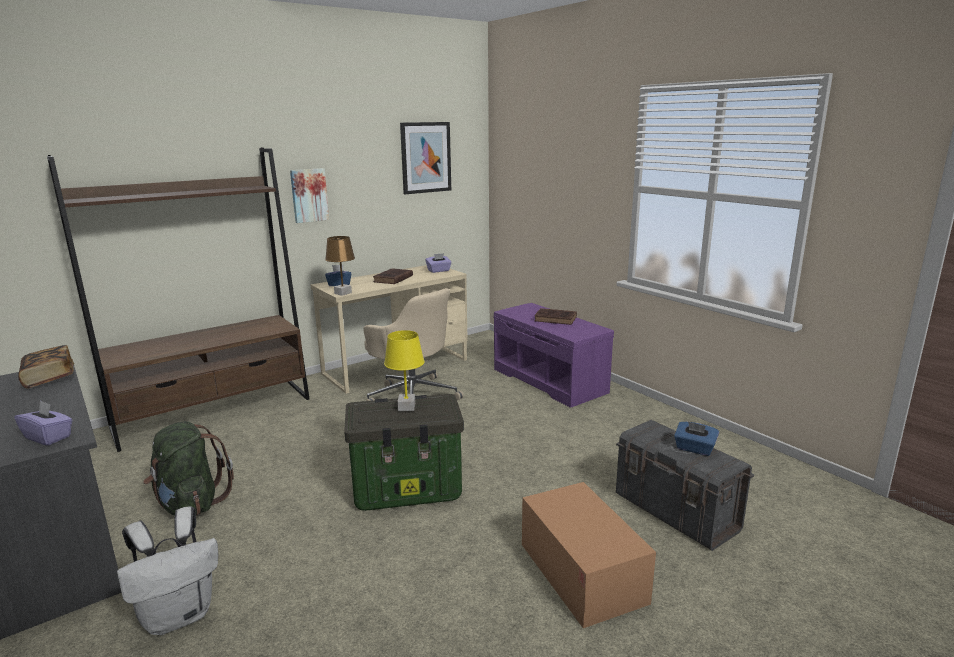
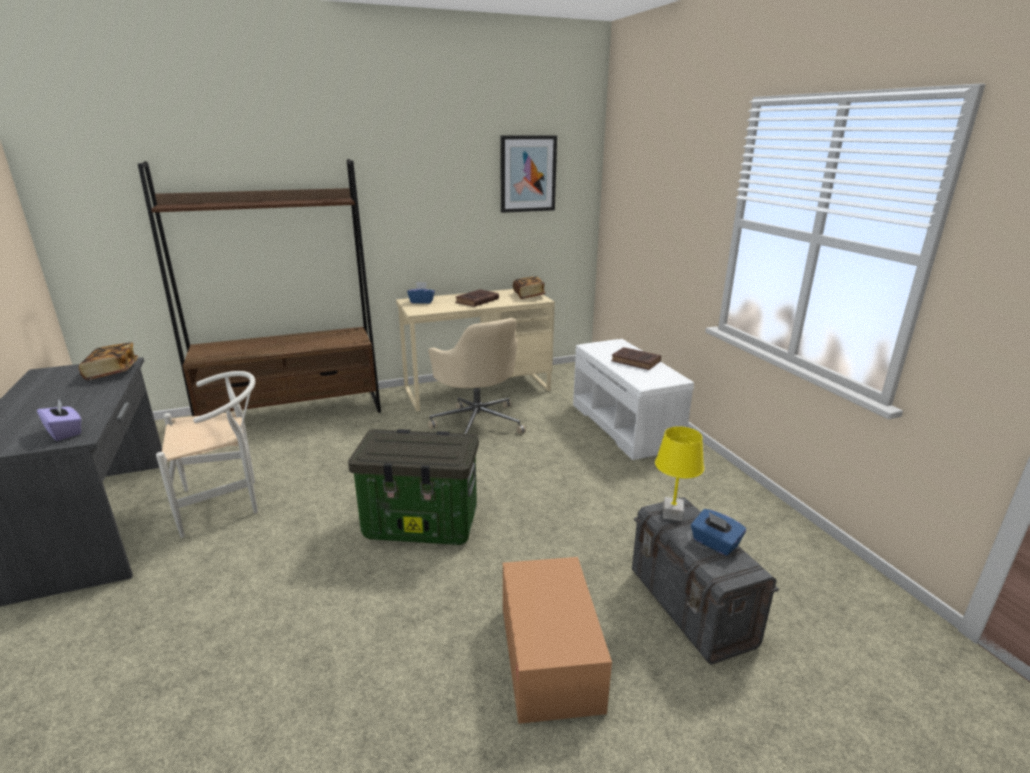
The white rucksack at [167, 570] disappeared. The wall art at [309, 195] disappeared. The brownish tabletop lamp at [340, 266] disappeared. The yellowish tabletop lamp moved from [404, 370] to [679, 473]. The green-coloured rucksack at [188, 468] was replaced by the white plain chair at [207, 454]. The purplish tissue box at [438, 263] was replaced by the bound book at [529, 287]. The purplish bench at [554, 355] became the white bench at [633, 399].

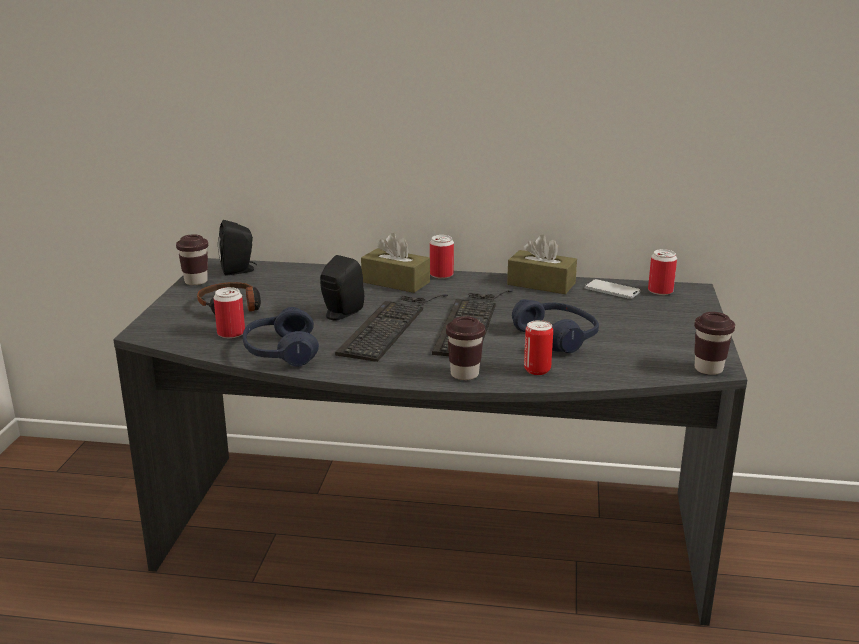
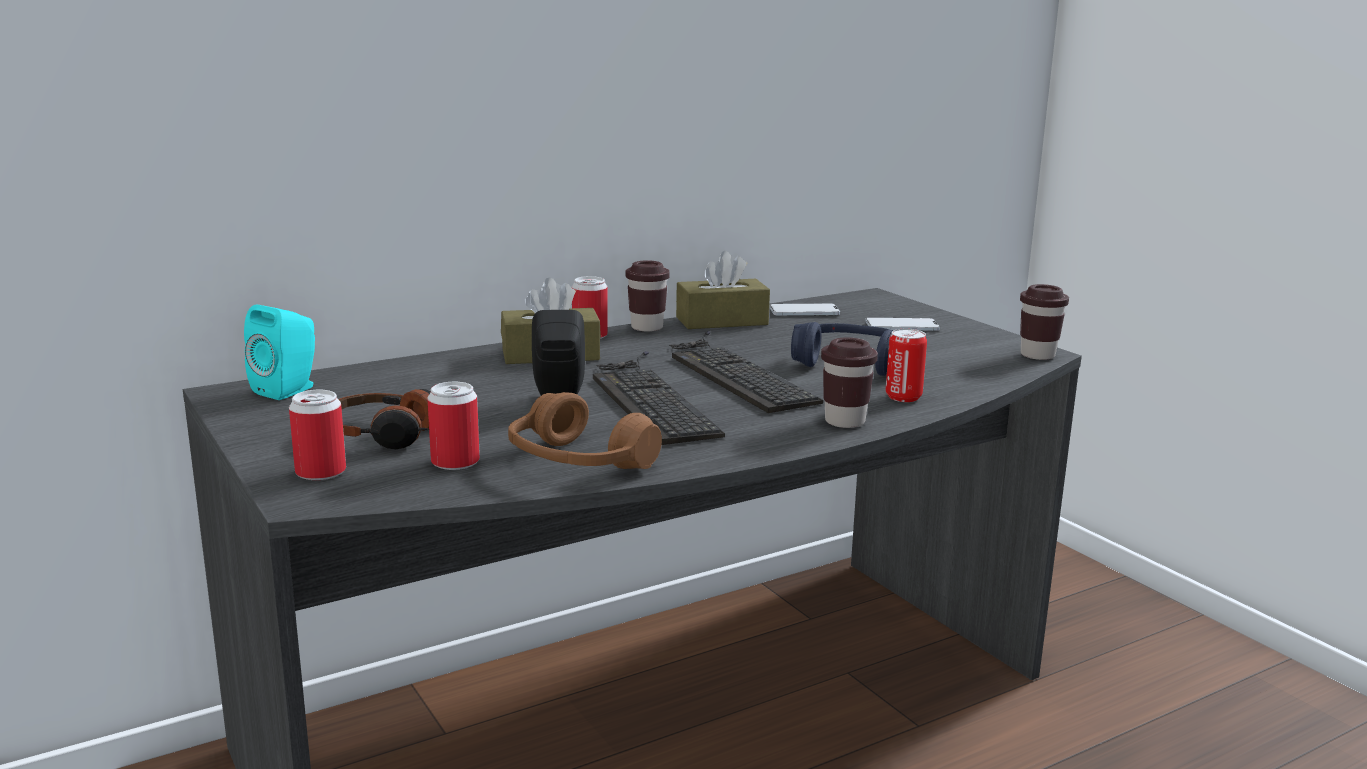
The handset at [902, 324] appeared. The brownish drinking cup moved from [192, 259] to [647, 296]. The metal can moved from [662, 272] to [317, 435]. The black speaker at [237, 248] became the blue-green speaker at [279, 352]. The blue headset at [281, 337] became the brownish headset at [585, 430].

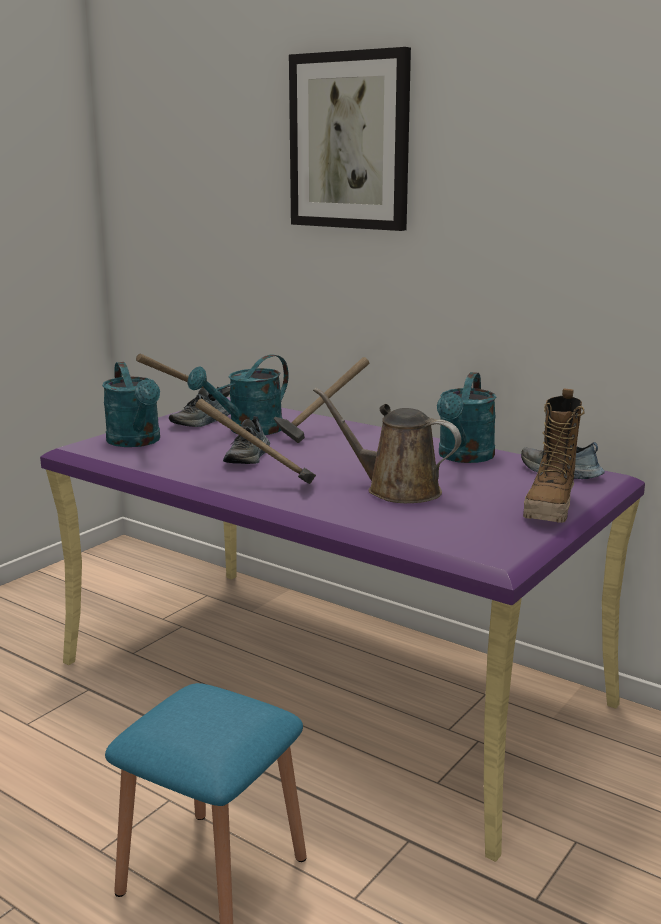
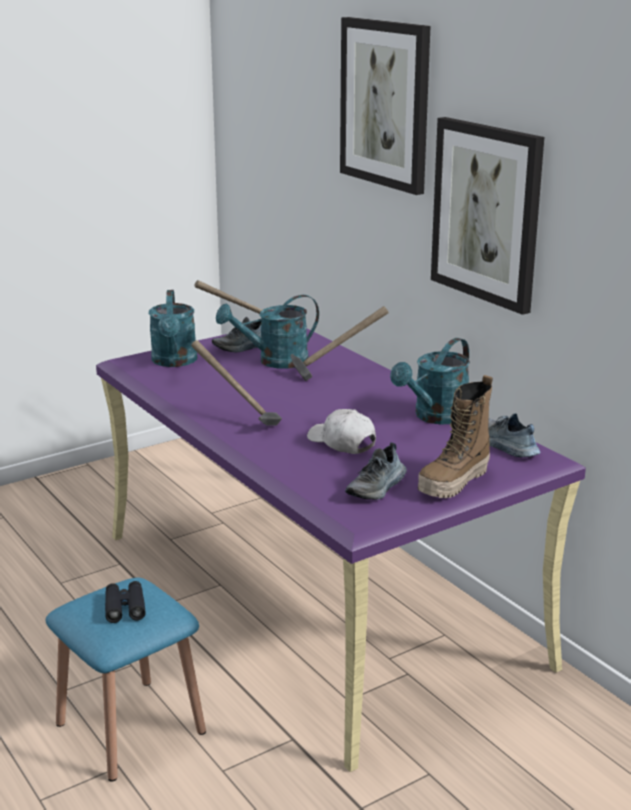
The black binoculars at [125, 602] appeared. The wall art at [487, 216] appeared. The shoe moved from [246, 440] to [376, 471]. The brownish sprinkling can at [387, 445] was replaced by the white cap at [341, 431].

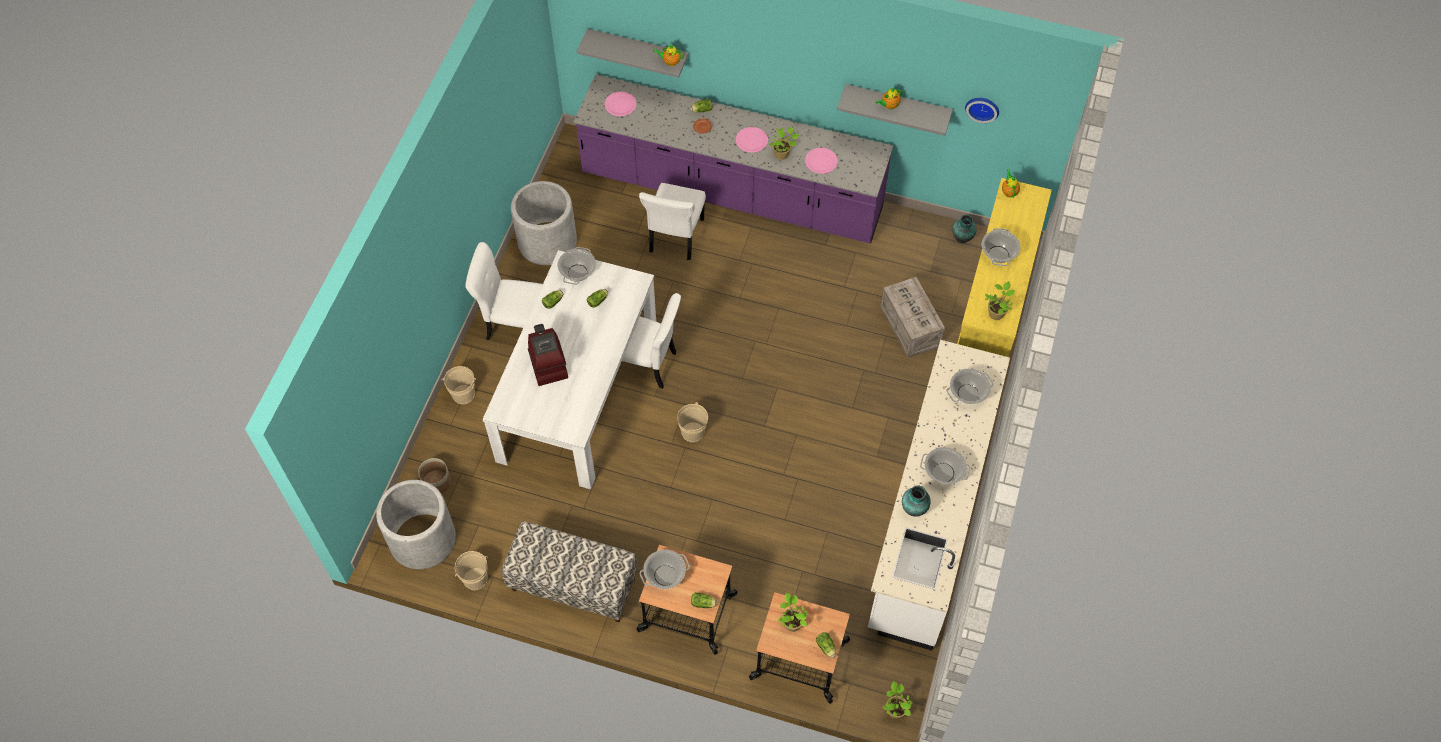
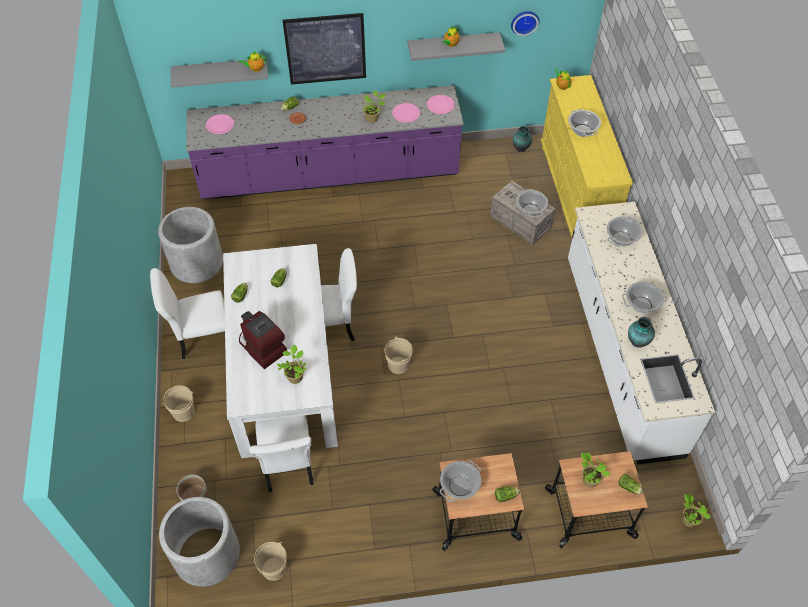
The bench at [569, 571] disappeared. The wall art at [324, 49] appeared. The cooking pot moved from [576, 266] to [532, 203]. The white plain chair moved from [672, 221] to [281, 453]. The pinkish plate moved from [752, 140] to [441, 104]. The houseplant moved from [1000, 300] to [291, 364].

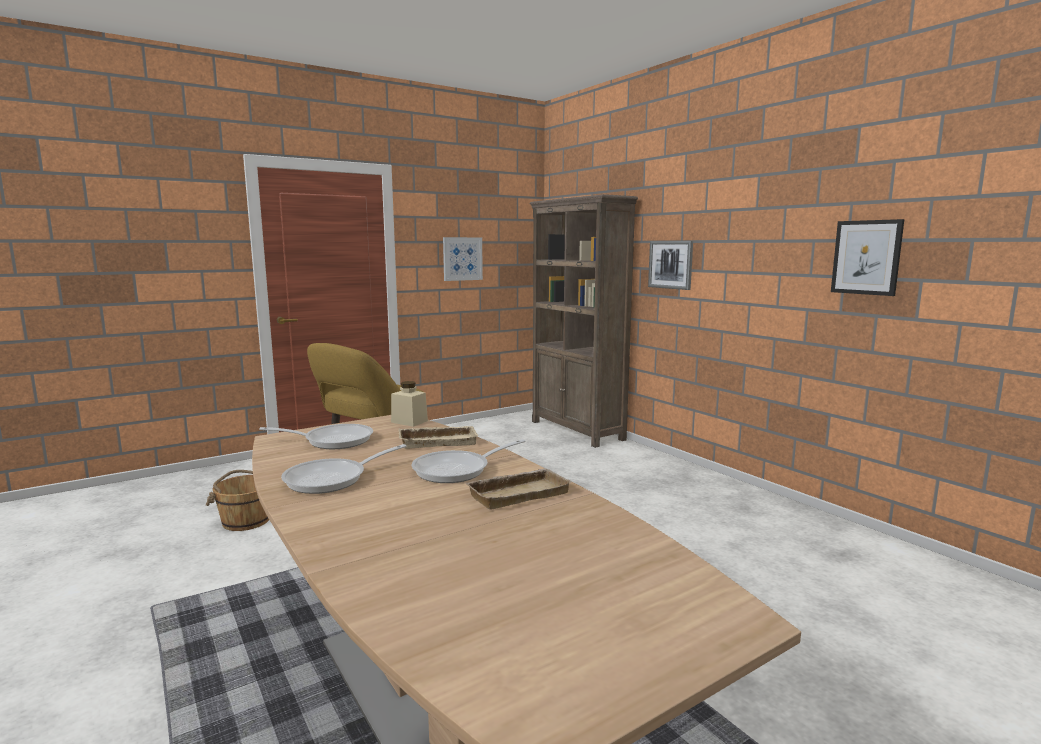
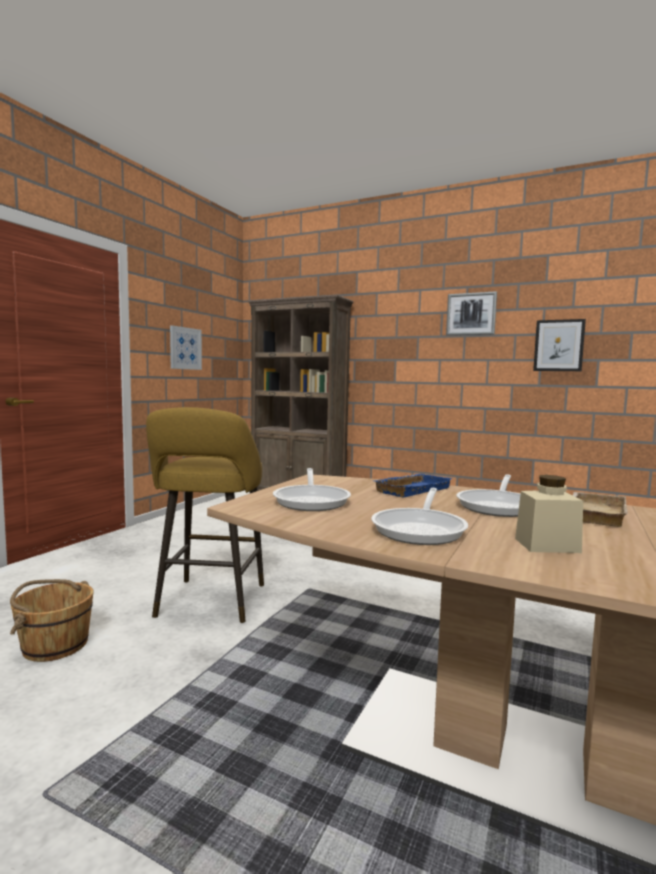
The beige-coloured preserve jar moved from [409, 404] to [549, 514]. The wall art moved from [670, 265] to [471, 313]. The beige-coloured carrying tray at [438, 437] became the blue carrying tray at [412, 485]. The pan at [316, 436] turned 120 degrees clockwise.

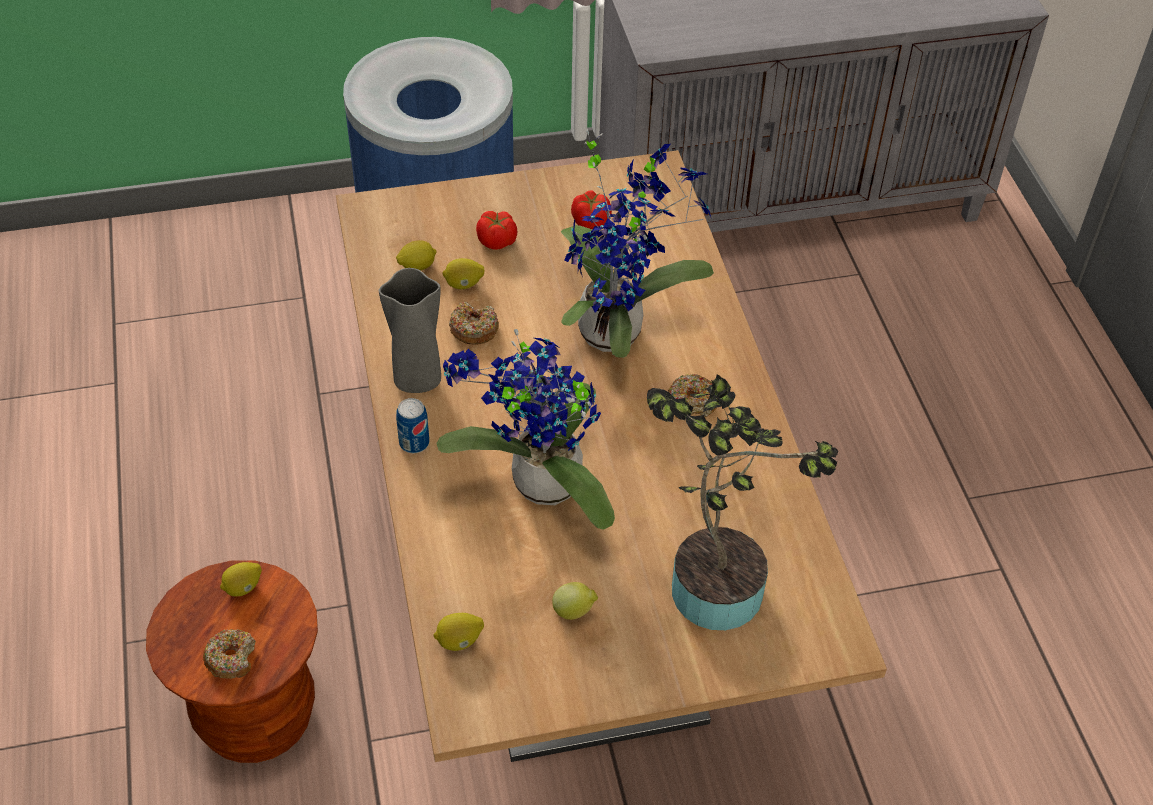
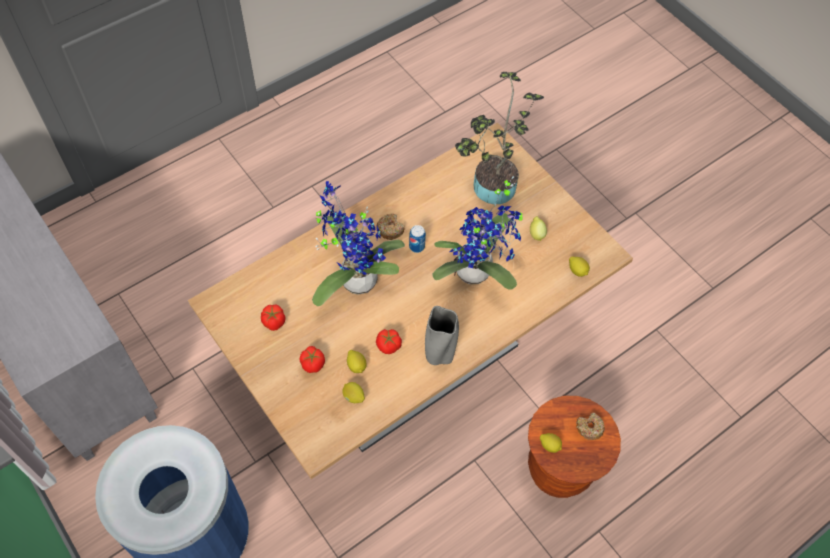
The metal can moved from [412, 425] to [417, 239]. The ring doughnut at [474, 323] was replaced by the fresh tomato at [389, 341].

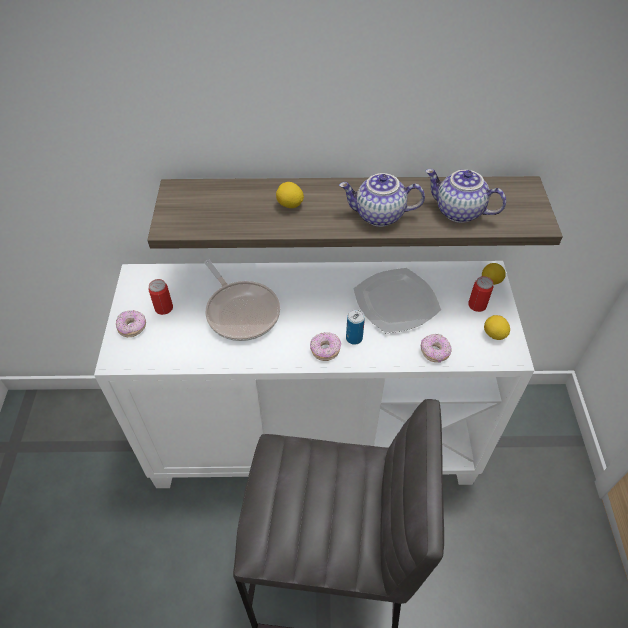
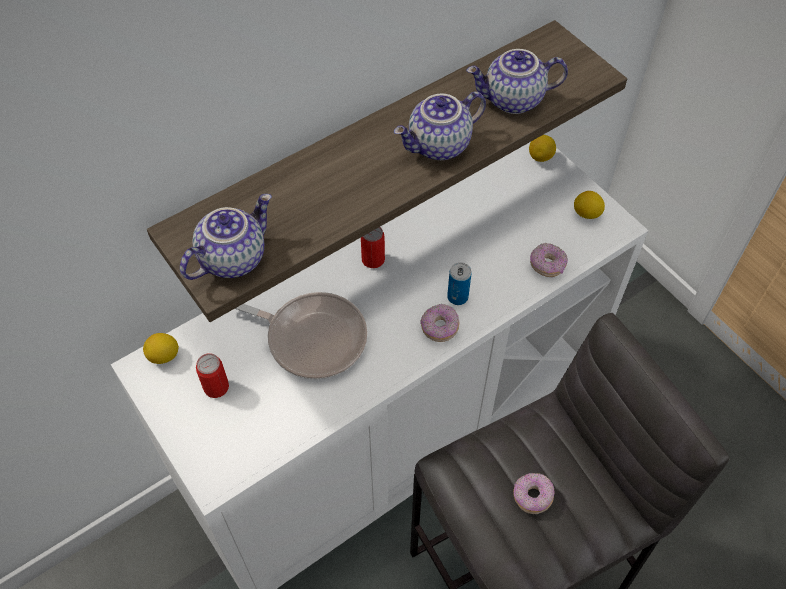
The plate at [397, 300] disappeared. The tea pot at [226, 237] appeared. The ring doughnut moved from [131, 323] to [534, 493]. The whole lemon moved from [290, 195] to [161, 348]. The metal can moved from [480, 294] to [373, 247].

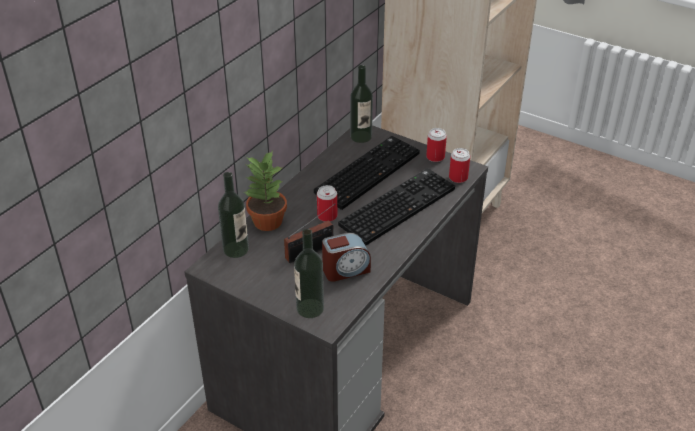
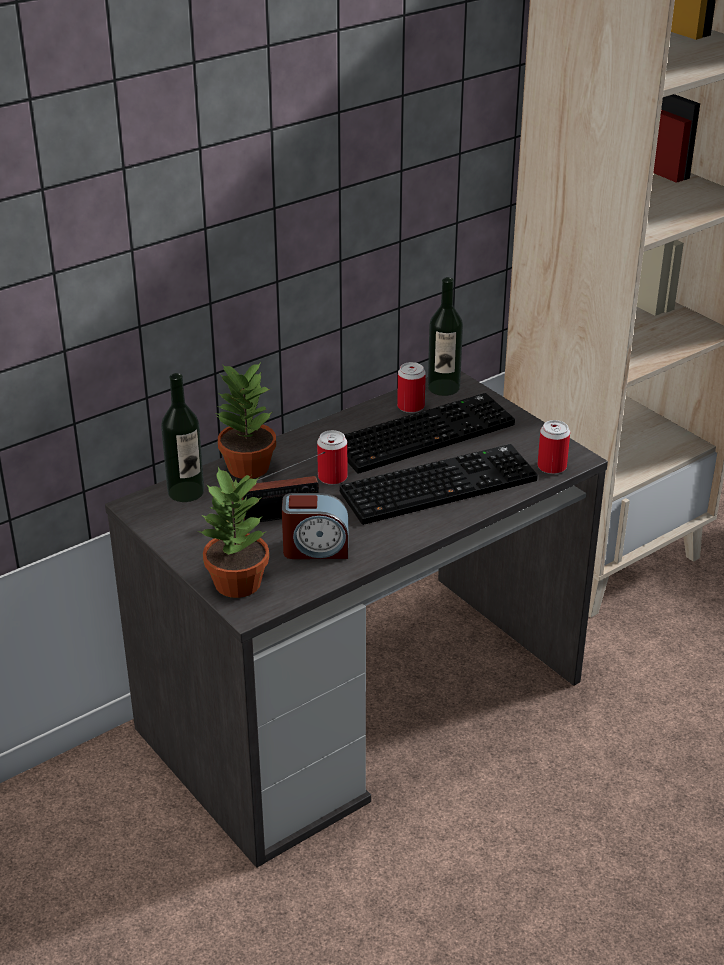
The metal can moved from [436, 145] to [411, 387]. The beverage bottle at [309, 273] was replaced by the houseplant at [233, 532].

